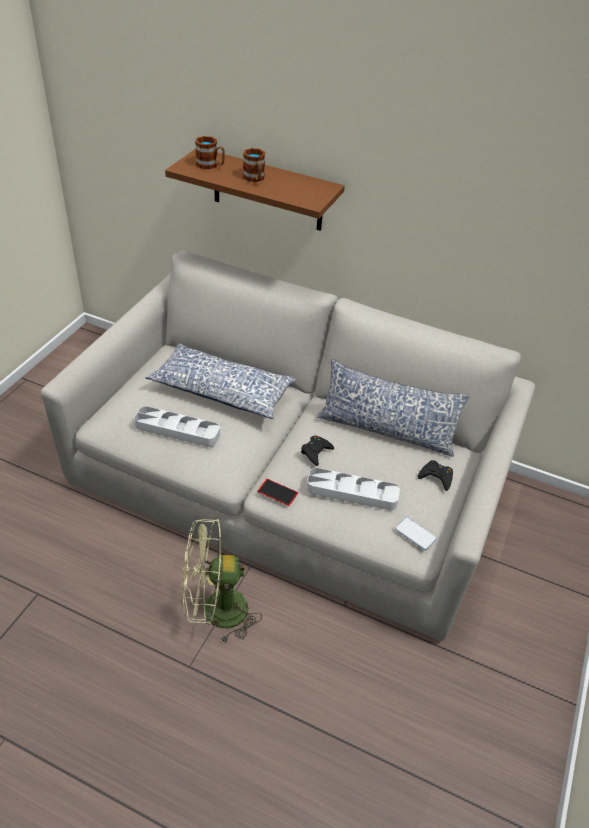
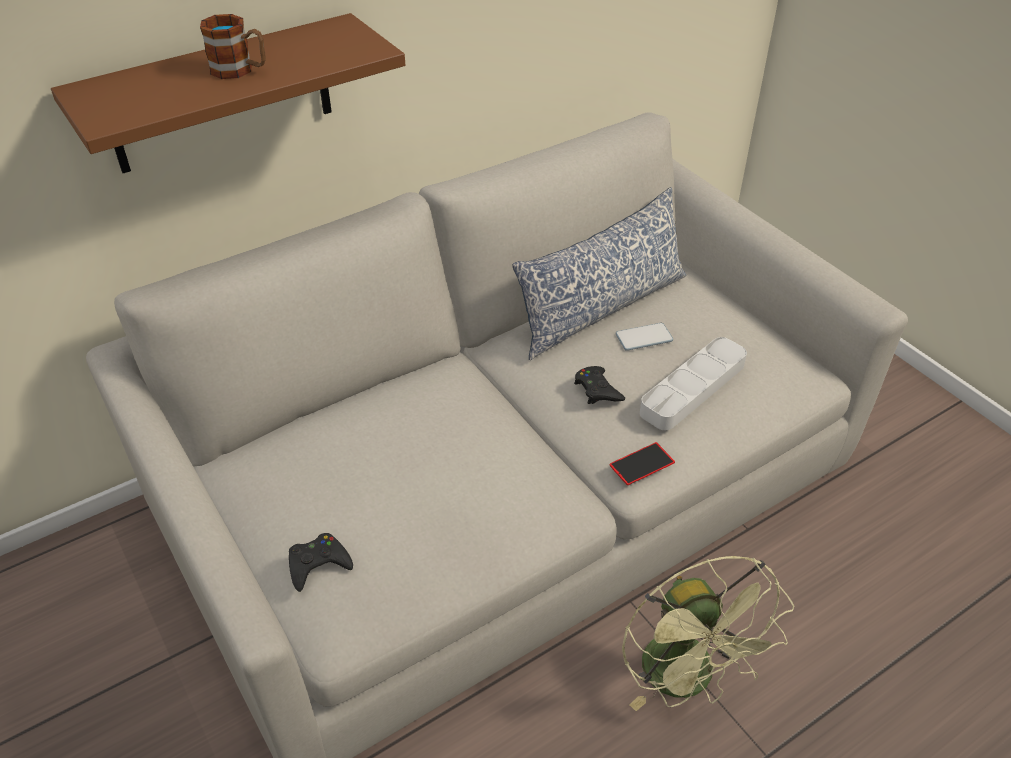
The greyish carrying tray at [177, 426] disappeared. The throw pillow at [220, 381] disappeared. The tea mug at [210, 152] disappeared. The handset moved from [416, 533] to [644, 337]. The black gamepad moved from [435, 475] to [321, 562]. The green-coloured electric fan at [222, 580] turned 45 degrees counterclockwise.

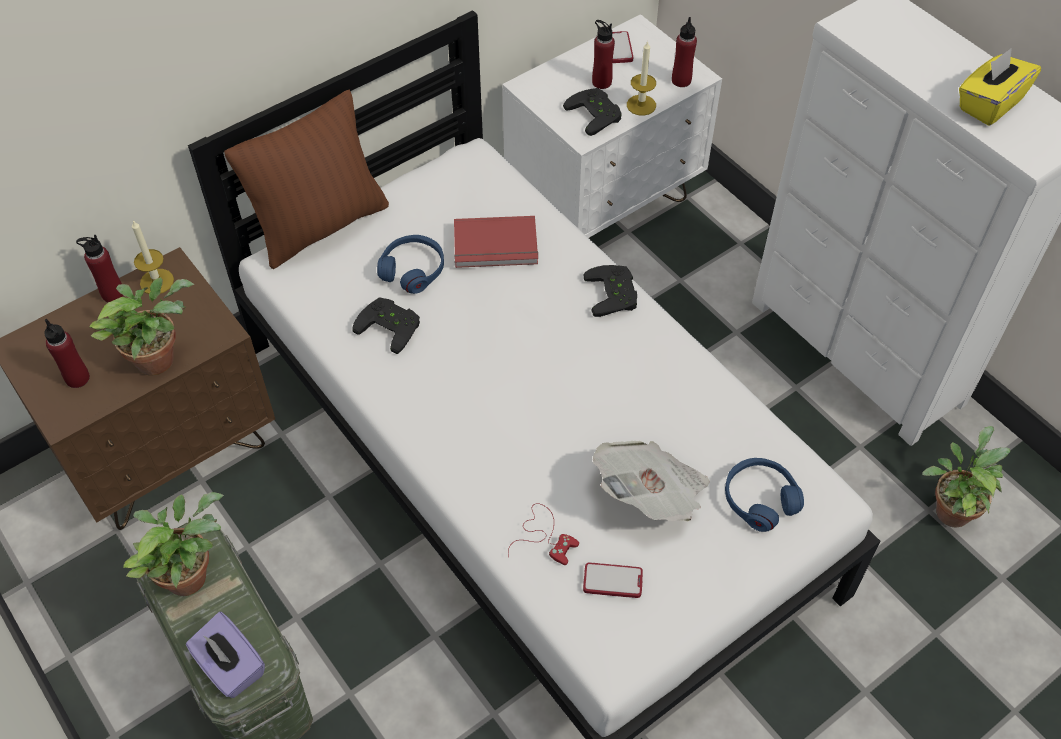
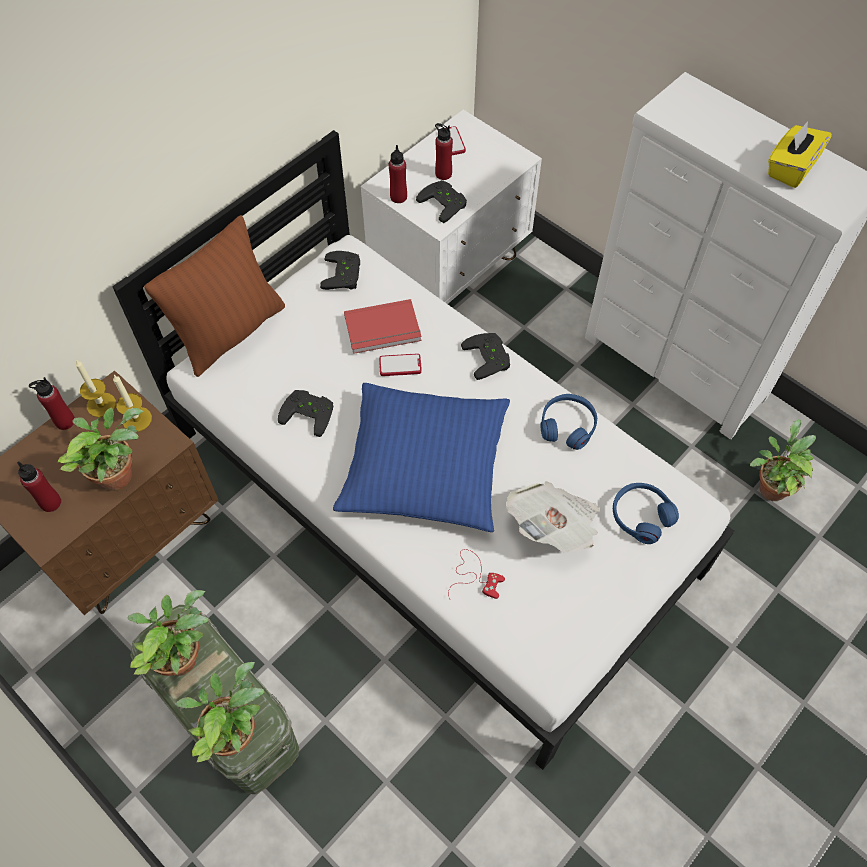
The black gamepad at [340, 270] appeared. The blue throw pillow at [421, 457] appeared. The blue headset moved from [410, 264] to [569, 422]. The handset moved from [613, 580] to [400, 365]. The wax light moved from [641, 78] to [132, 403]. The reddish beverage bottle moved from [684, 52] to [398, 174]. The purplish tissue box at [225, 655] was replaced by the houseplant at [220, 712].

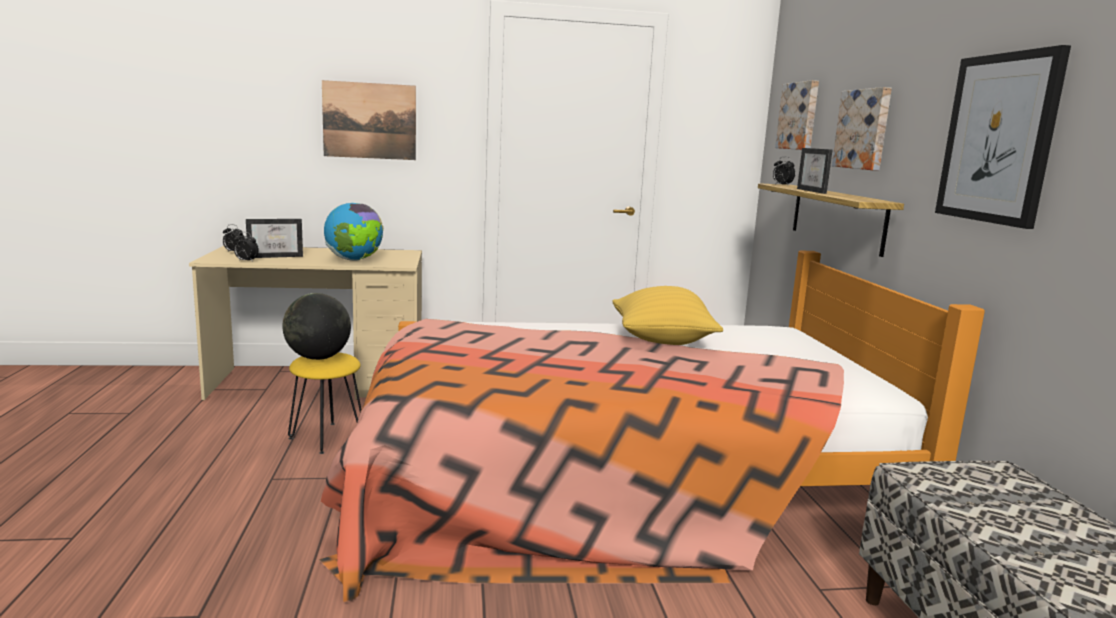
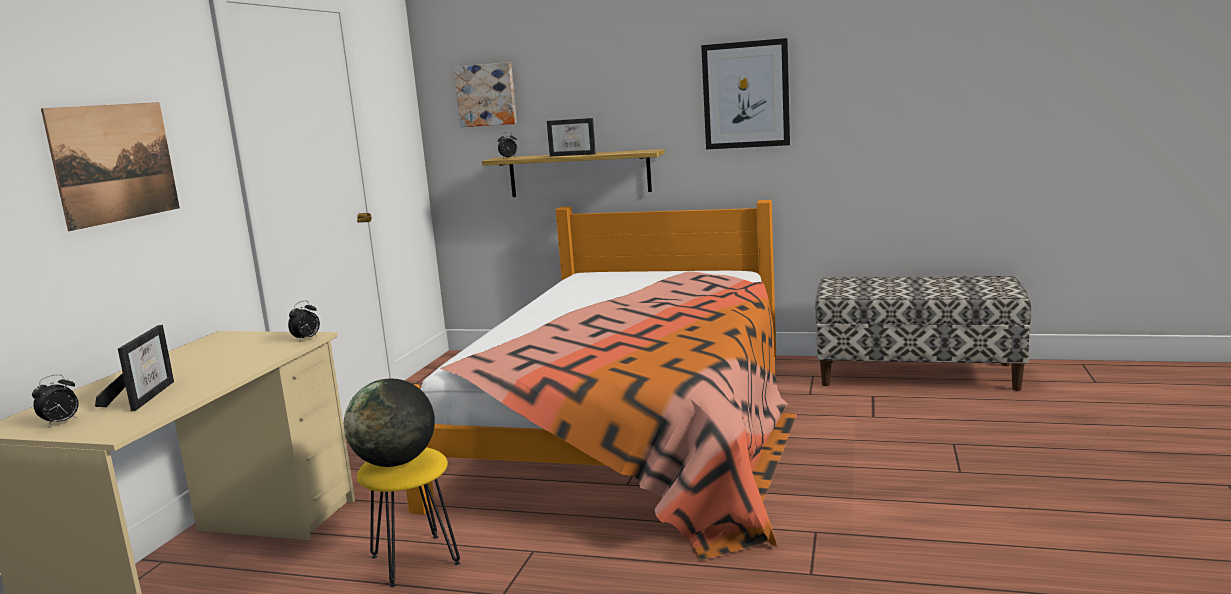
The desk globe at [353, 232] disappeared. The yellowish throw pillow at [667, 315] disappeared. The wall art at [862, 129] disappeared. The table clock moved from [246, 247] to [304, 321].

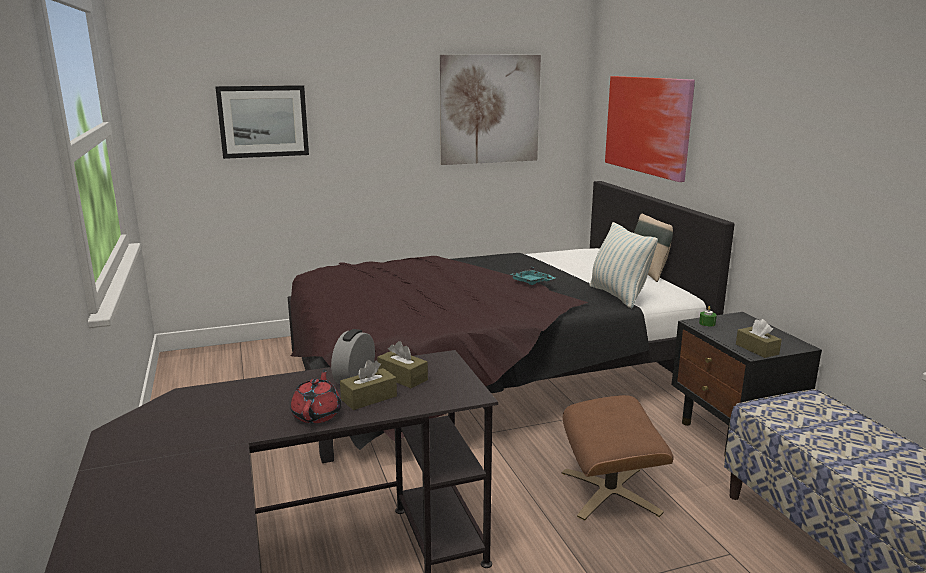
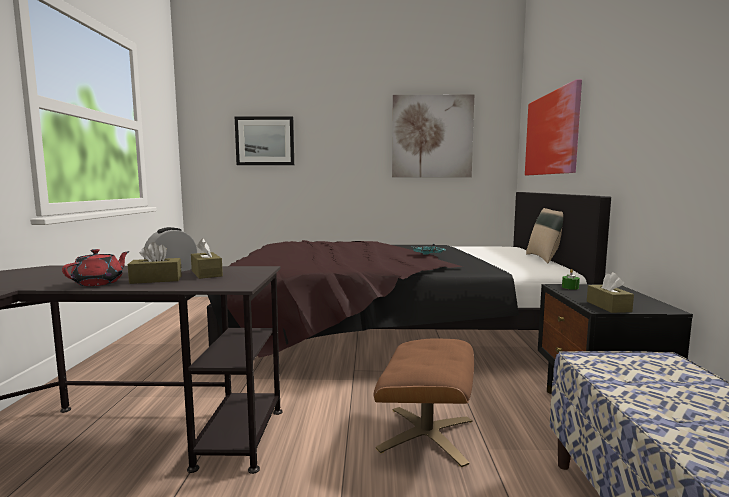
The throw pillow at [623, 265] disappeared.

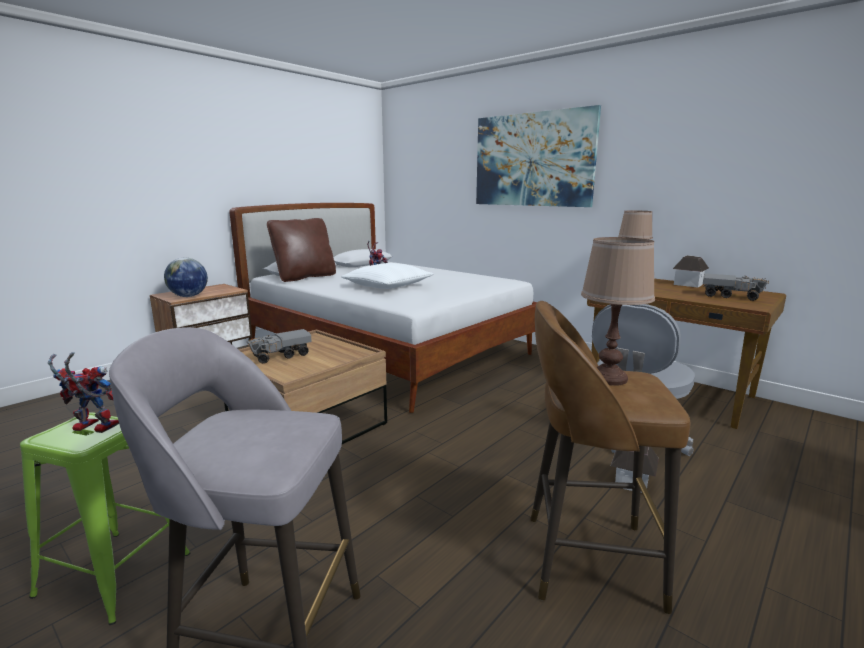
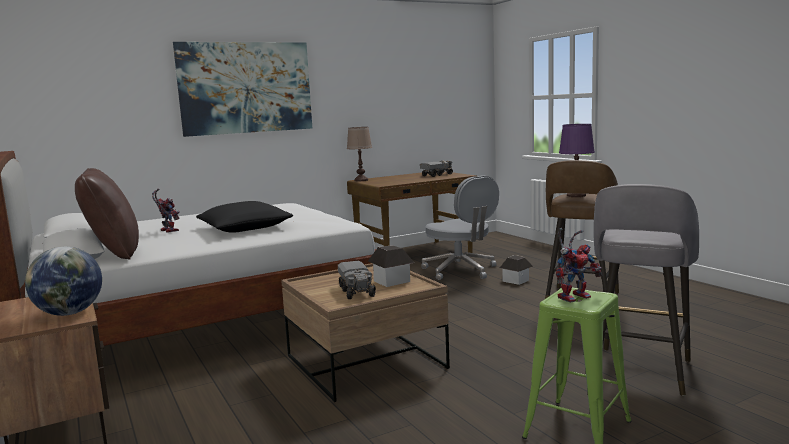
The toy house moved from [691, 271] to [391, 266]. The white throw pillow at [387, 276] became the black throw pillow at [244, 217]. The brownish tabletop lamp at [618, 311] became the purplish tabletop lamp at [577, 160]. The model robot at [83, 392] turned 150 degrees counterclockwise.

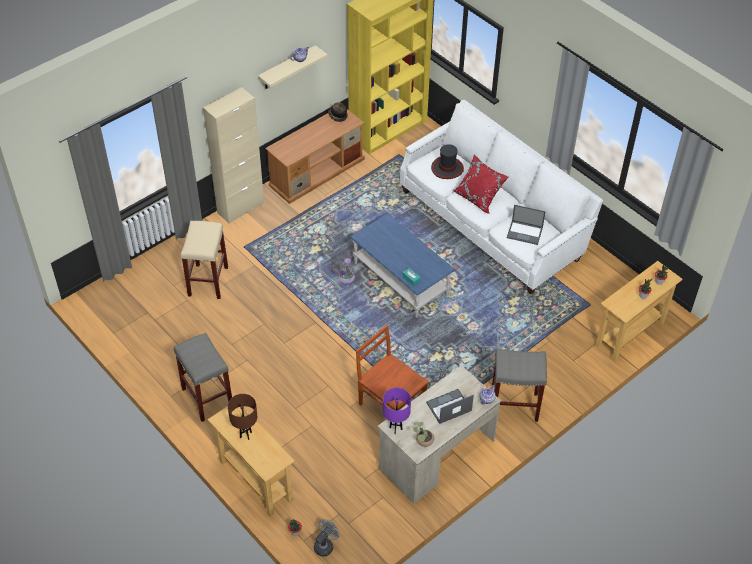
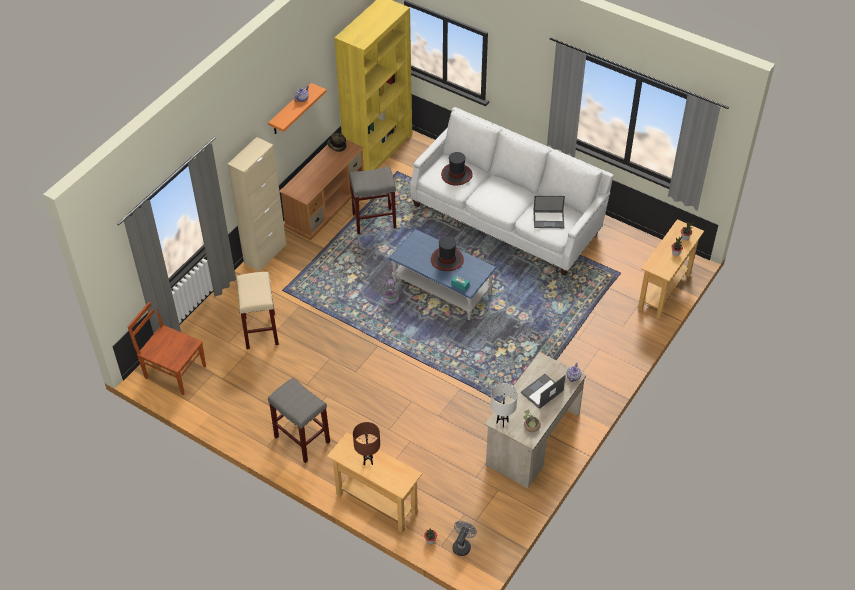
The reddish throw pillow at [481, 184] disappeared. The wearable hat at [447, 253] appeared. The brownish plain chair moved from [392, 367] to [167, 348]. The greyish stool moved from [519, 385] to [372, 200]. The beige-coloured wall shelf at [293, 67] became the orangey wall shelf at [297, 108]. The purplish tabletop lamp at [397, 411] became the white tabletop lamp at [504, 405].

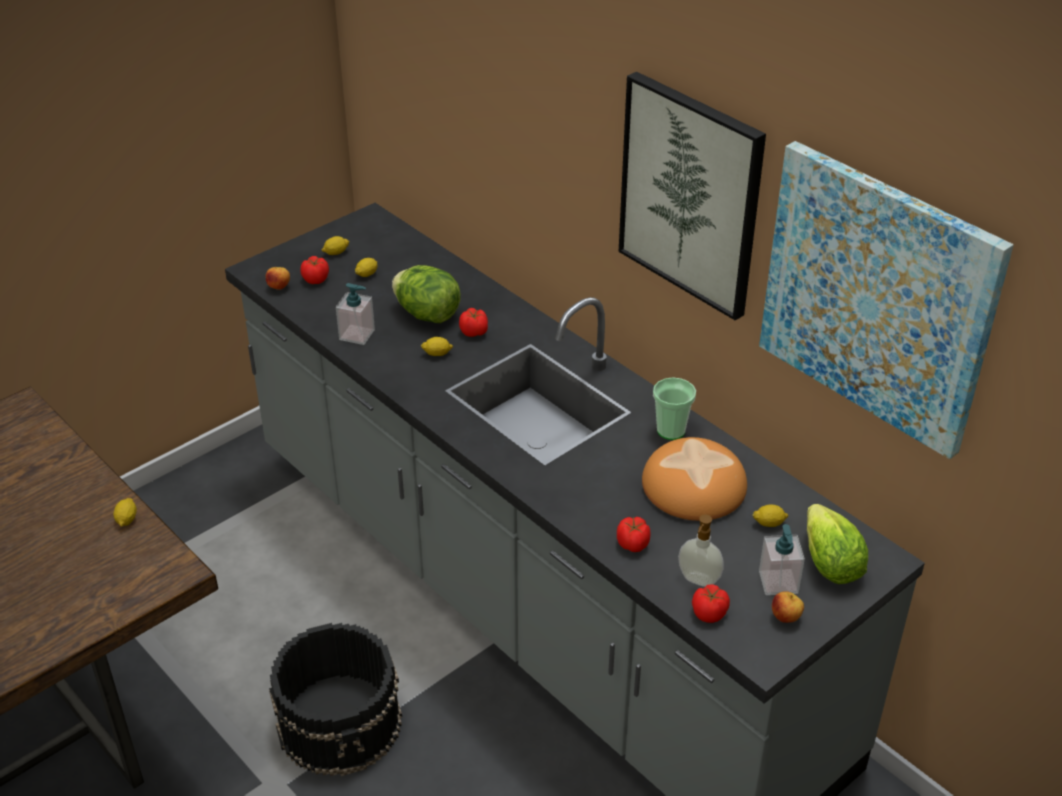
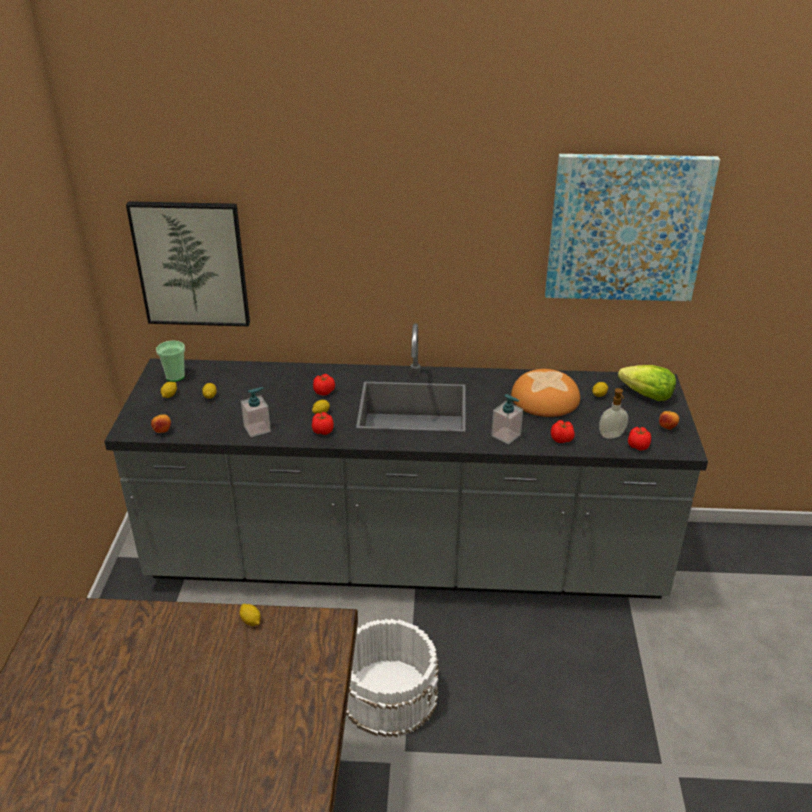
The head of lettuce at [426, 294] disappeared. The fresh tomato moved from [315, 270] to [323, 423]. The wall art moved from [692, 196] to [188, 263]. The drinking cup moved from [674, 408] to [170, 361]. The soap bottle moved from [782, 559] to [507, 419]. The black bucket at [335, 699] became the white bucket at [392, 678].

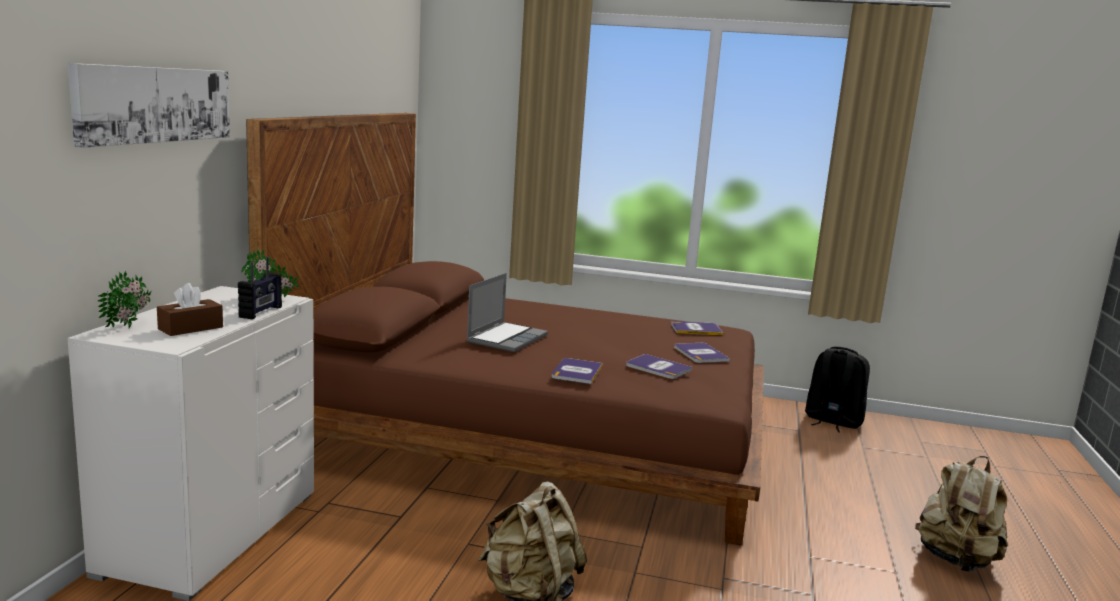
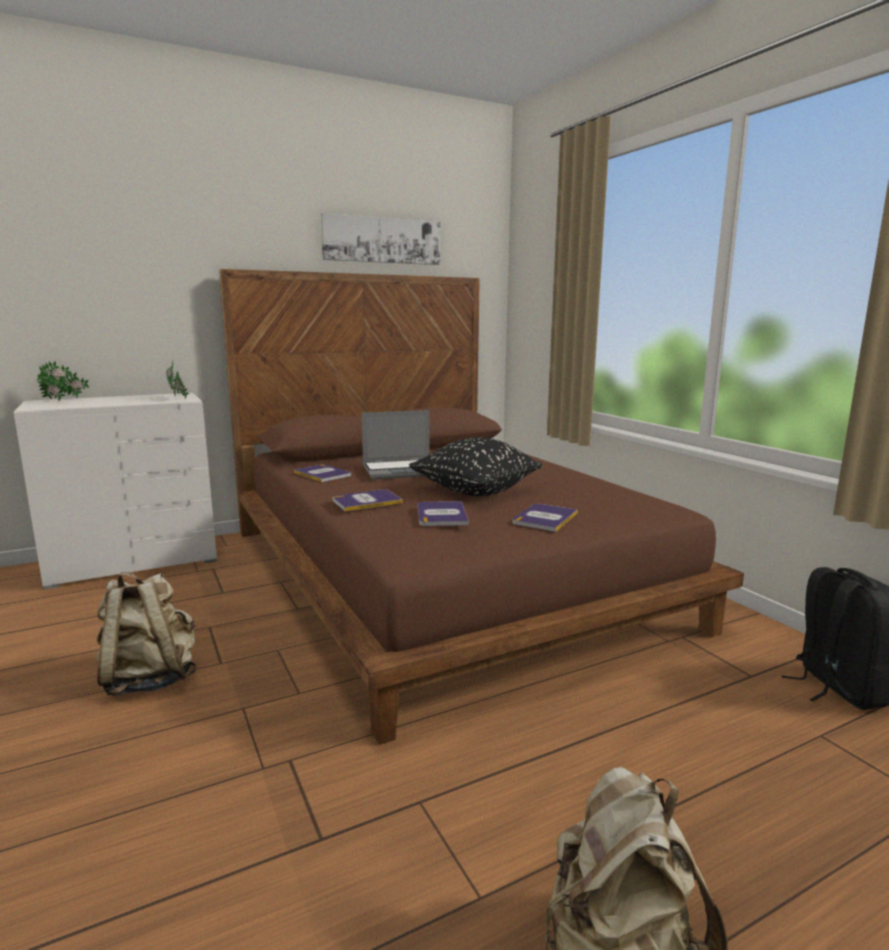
The brownish tissue box at [190, 309] disappeared. The radio set at [260, 288] disappeared. The black throw pillow at [475, 467] appeared. The wall art moved from [149, 105] to [380, 239]. The bound book moved from [697, 328] to [322, 473].

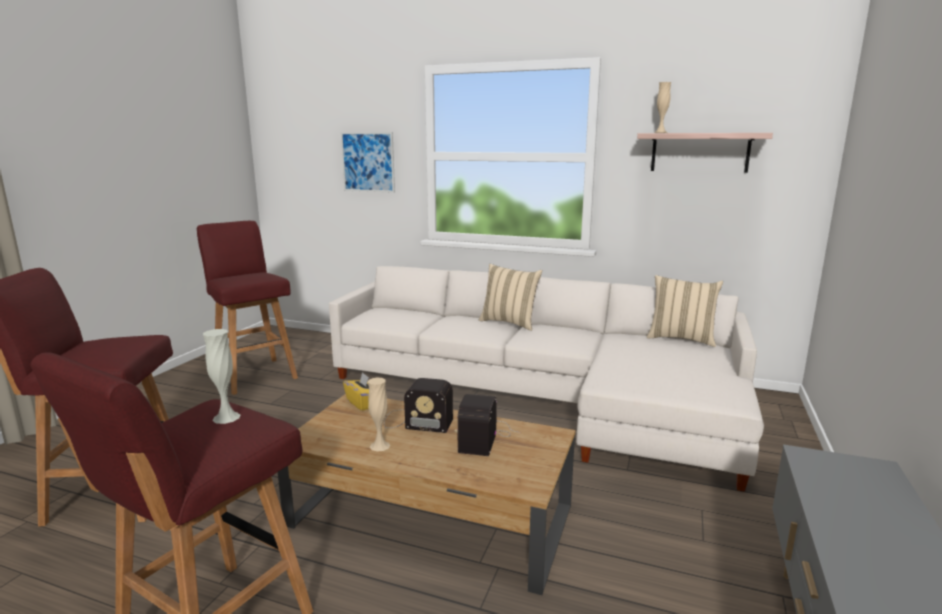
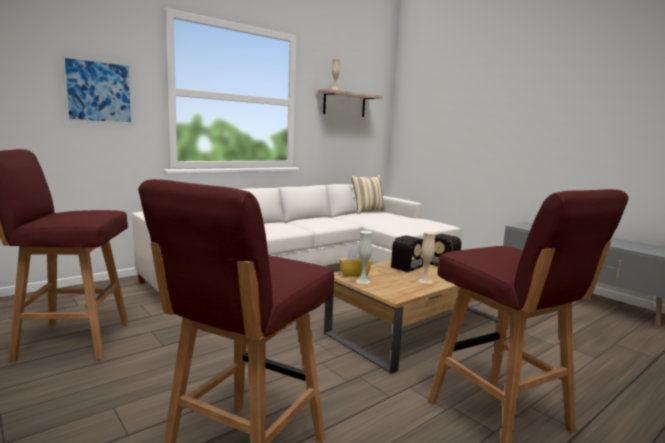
The beige-coloured throw pillow at [510, 297] disappeared. The white decorative vase moved from [222, 376] to [364, 257].

